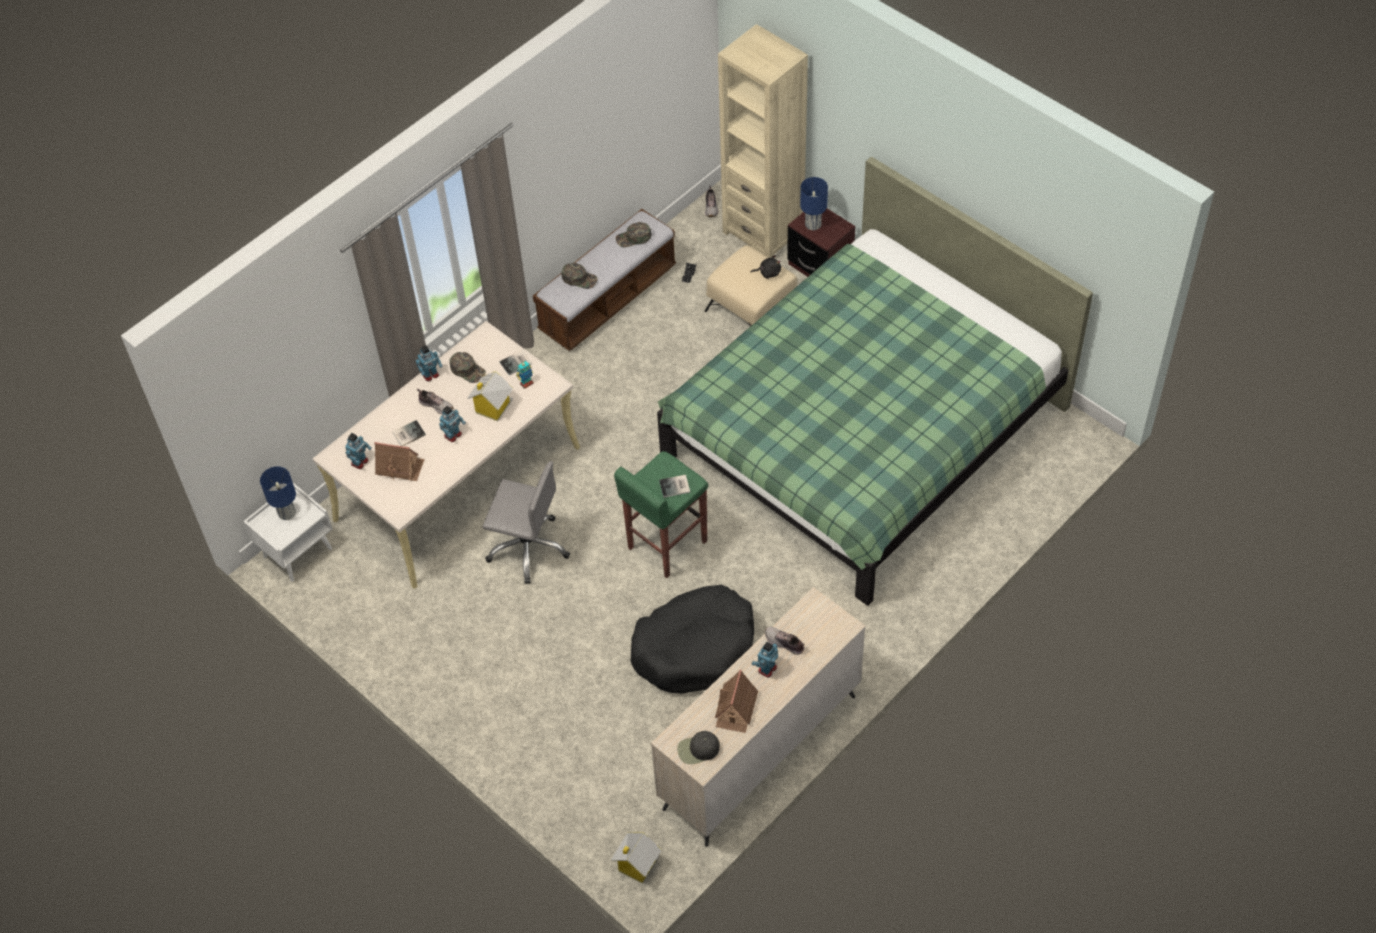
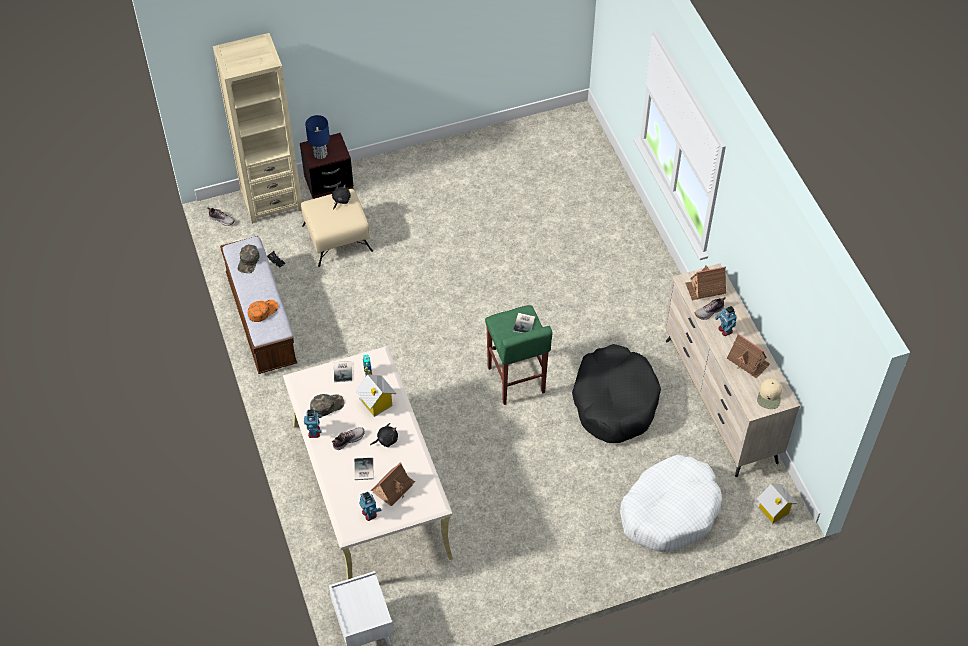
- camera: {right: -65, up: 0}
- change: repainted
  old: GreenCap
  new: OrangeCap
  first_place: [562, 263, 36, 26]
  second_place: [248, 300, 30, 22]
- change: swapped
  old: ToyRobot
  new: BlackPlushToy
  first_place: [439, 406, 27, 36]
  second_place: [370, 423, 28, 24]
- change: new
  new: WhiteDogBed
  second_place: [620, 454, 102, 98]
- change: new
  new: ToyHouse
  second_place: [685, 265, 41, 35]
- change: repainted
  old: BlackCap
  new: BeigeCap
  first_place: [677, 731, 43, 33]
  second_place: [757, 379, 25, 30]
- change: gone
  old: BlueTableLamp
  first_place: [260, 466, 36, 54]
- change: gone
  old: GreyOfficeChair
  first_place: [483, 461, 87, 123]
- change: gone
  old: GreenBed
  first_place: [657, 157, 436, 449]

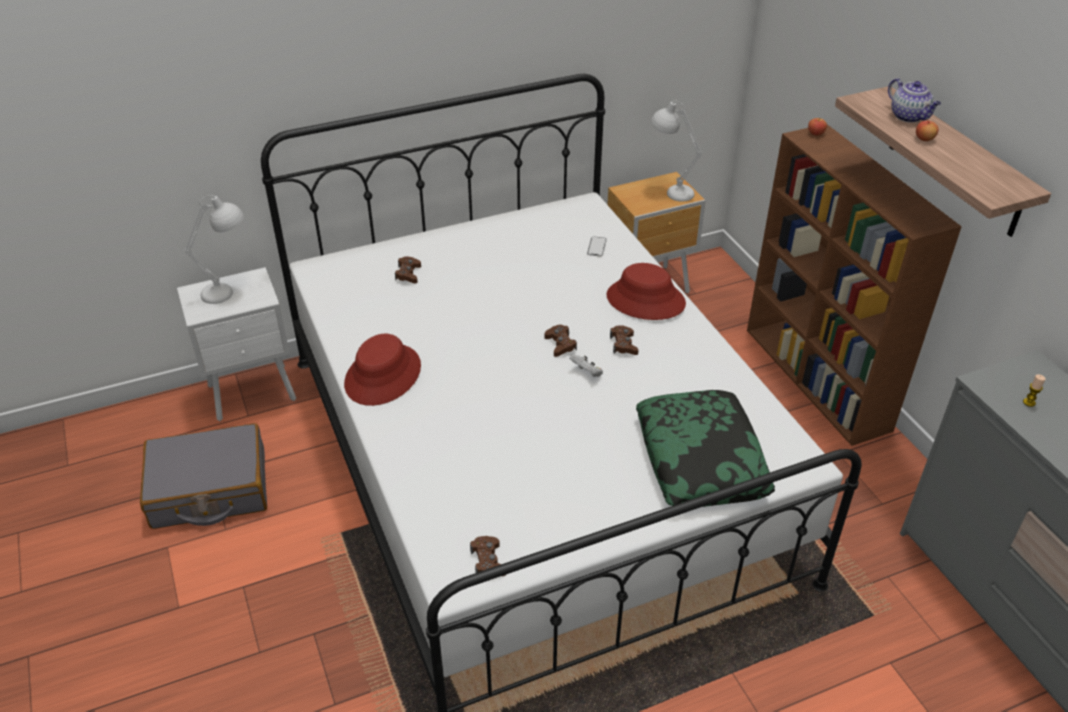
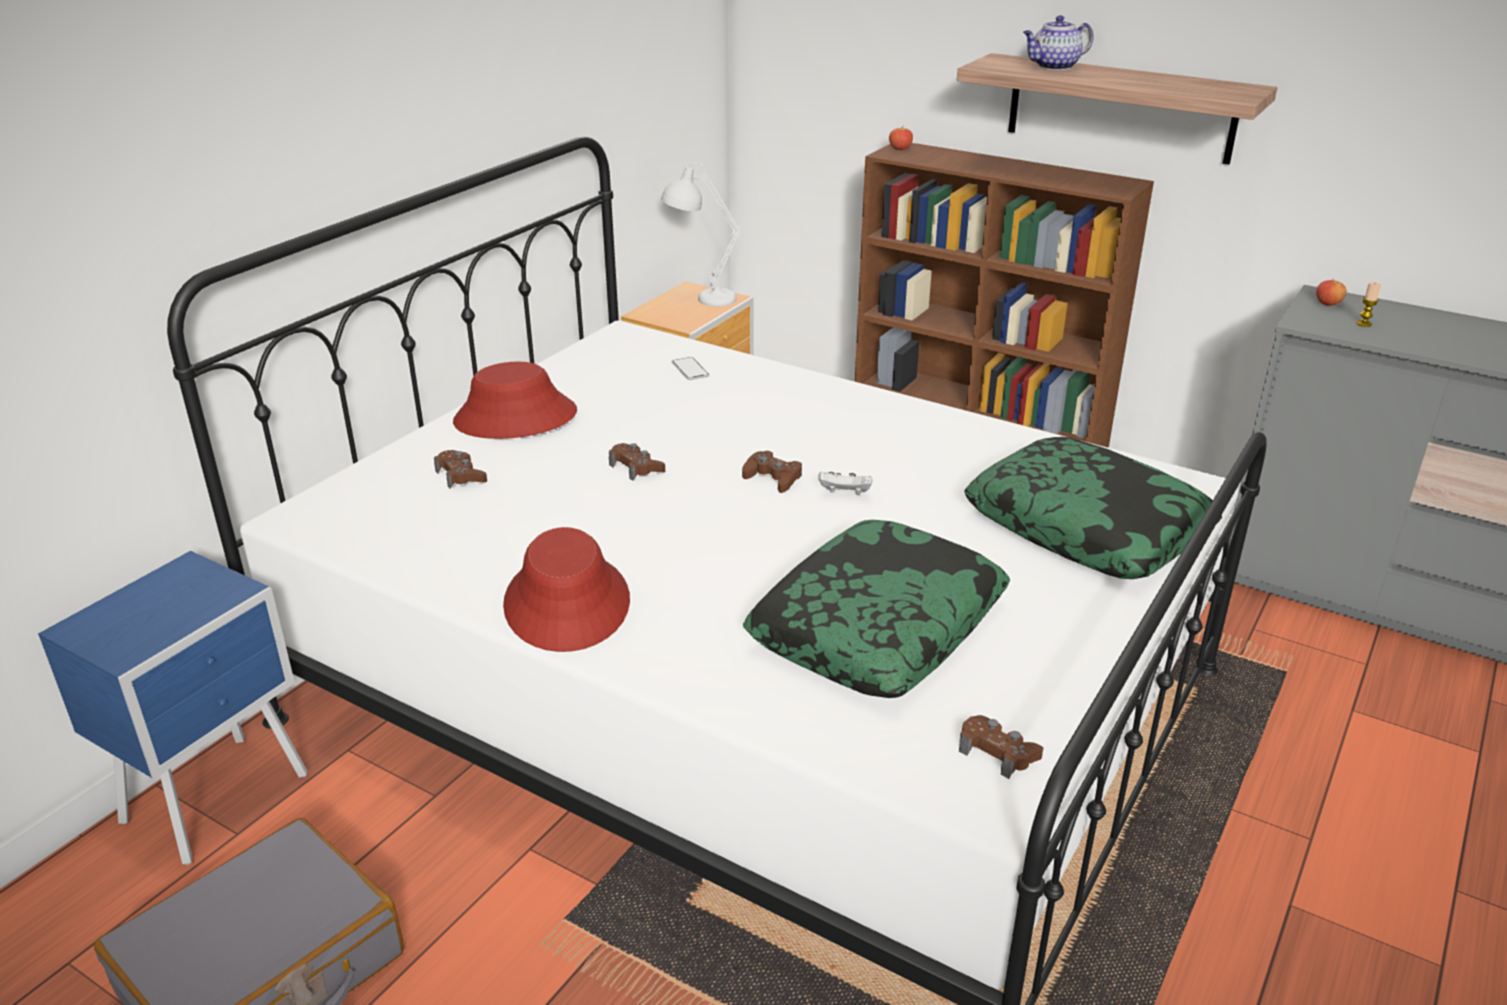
- camera: {right: -35, up: -10}
- change: repainted
  old: WhiteNightstand
  new: BlueNightstand
  first_place: [177, 267, 119, 154]
  second_place: [38, 551, 269, 314]
- change: shifted
  old: RedHat
  first_place: [606, 263, 80, 57]
  second_place: [453, 362, 124, 77]
- change: shifted
  old: BrownGameController
  first_place: [610, 325, 28, 30]
  second_place: [609, 443, 56, 38]
- change: new
  new: Pillow
  second_place: [743, 520, 267, 178]
- change: rotated
  old: Teapot
  first_place: [888, 78, 53, 45]
  second_place: [1023, 15, 71, 55]
  degrees: 135
- change: shifted
  old: Apple
  first_place: [916, 120, 23, 21]
  second_place: [1316, 279, 30, 27]
- change: gone
  old: WhiteTableLamp
  first_place: [184, 195, 60, 109]

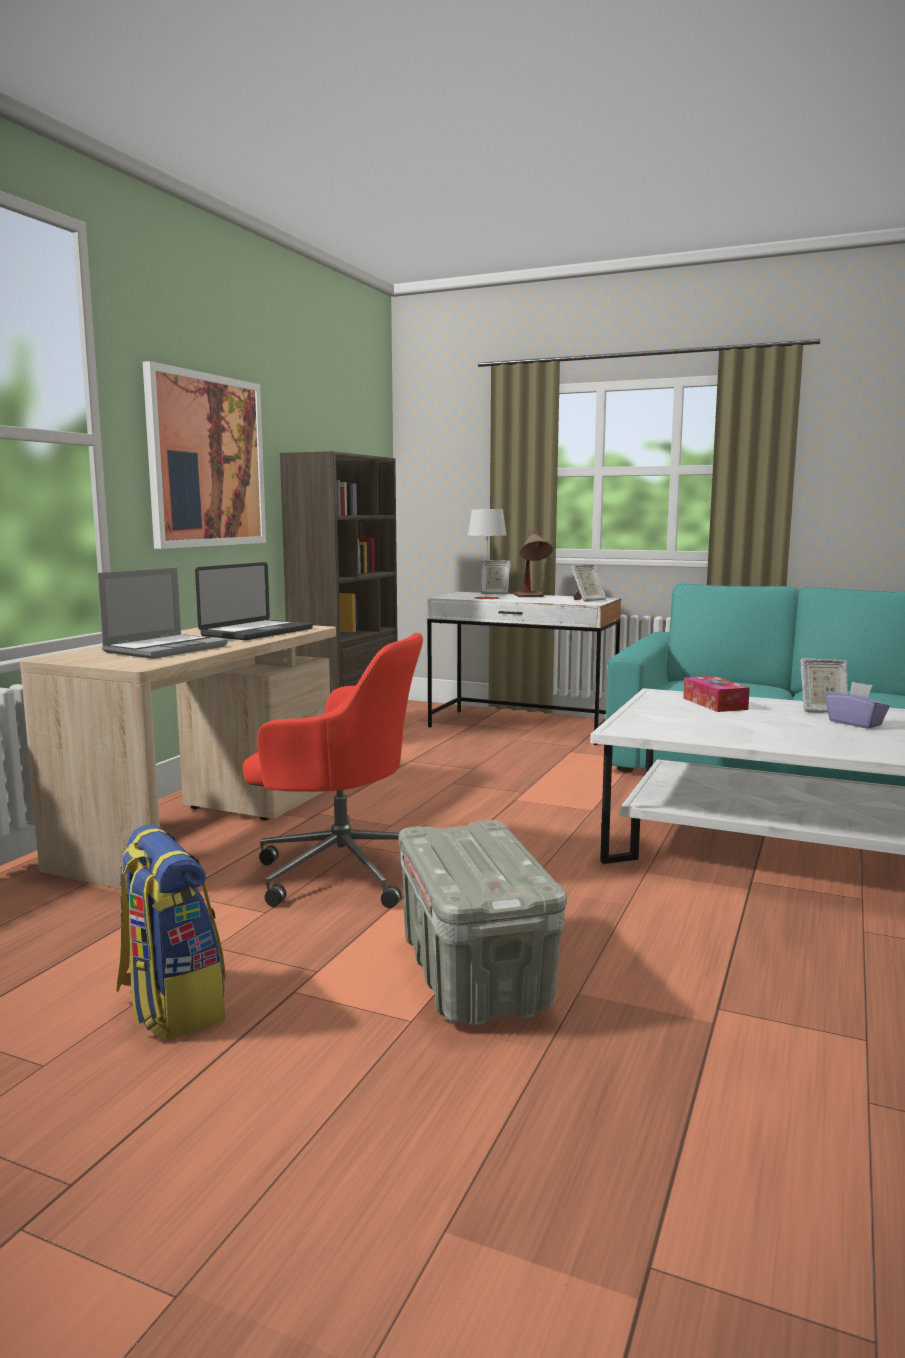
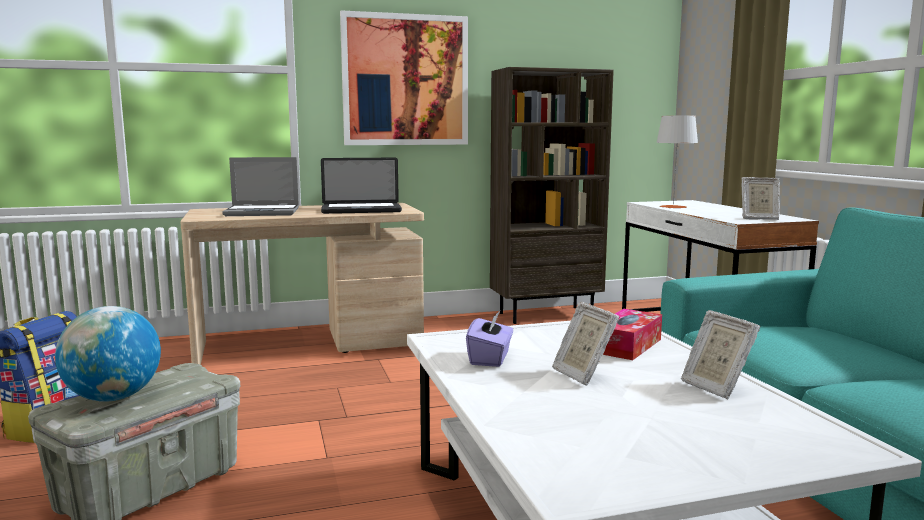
- camera: {right: 50, up: 0}
- change: new
  new: Globe
  second_place: [55, 306, 106, 96]
- change: shifted
  old: PurpleTissueBox
  first_place: [825, 682, 65, 47]
  second_place: [466, 311, 47, 56]
- change: shifted
  old: PictureFrame
  first_place: [481, 560, 30, 34]
  second_place: [552, 302, 68, 84]
- change: gone
  old: RedOfficeChair
  first_place: [243, 633, 180, 275]
- change: gone
  old: TableLamp
  first_place: [514, 527, 39, 70]

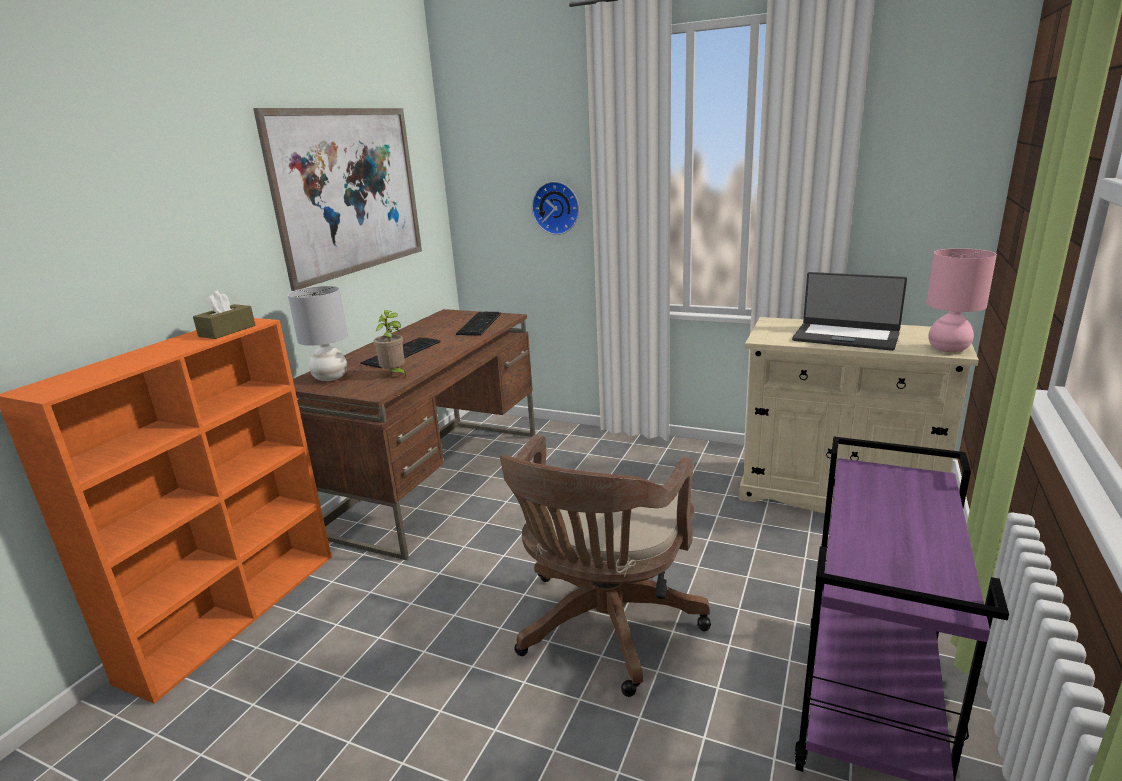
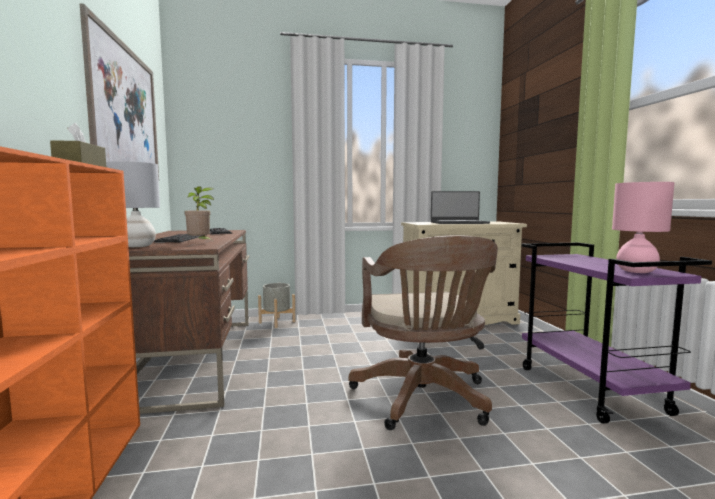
- camera: {right: -35, up: -15}
- change: new
  new: GreyPlanter
  second_place: [258, 283, 38, 45]
- change: shifted
  old: PinkTableLamp
  first_place: [926, 248, 71, 104]
  second_place: [612, 182, 63, 91]
- change: gone
  old: WallClock
  first_place: [532, 181, 47, 54]

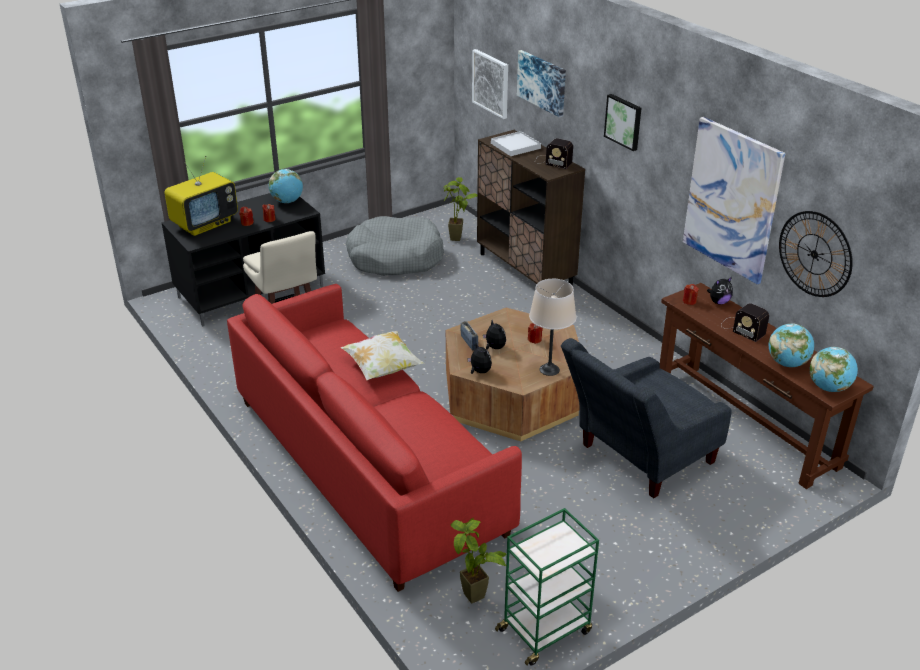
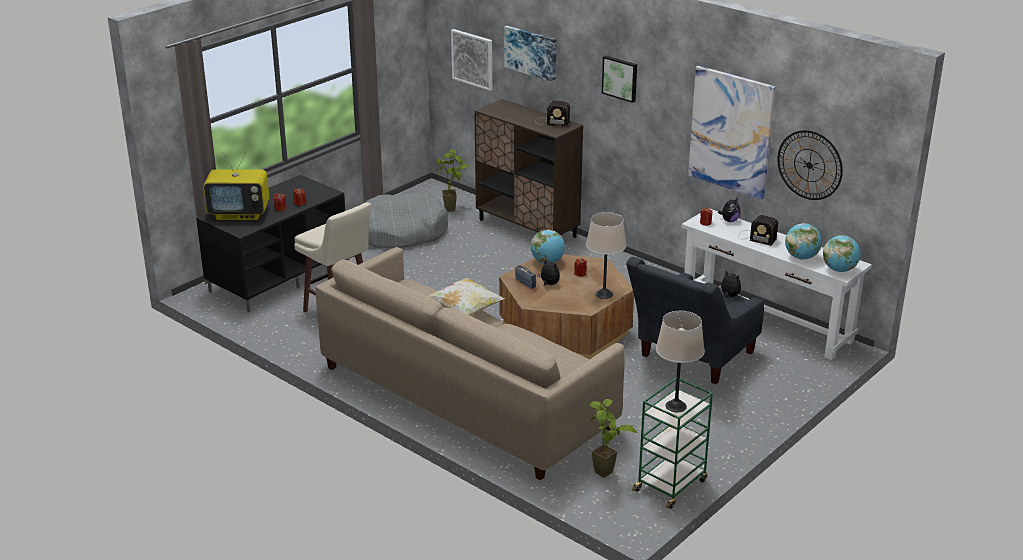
- camera: {right: -15, up: -5}
- change: rotated
  old: Television
  first_place: [164, 156, 74, 80]
  second_place: [203, 151, 66, 69]
  degrees: 60
- change: repainted
  old: RedSofa
  new: BeigeSofa
  first_place: [227, 284, 295, 308]
  second_place: [315, 247, 310, 233]
- change: shifted
  old: Globe
  first_place: [269, 169, 34, 34]
  second_place: [531, 230, 34, 34]
- change: new
  new: BeigeTableLamp
  second_place: [656, 311, 49, 101]
- change: repainted
  old: BrownConsoleTable
  new: WhiteConsoleTable
  first_place: [660, 283, 214, 206]
  second_place: [682, 208, 190, 152]
- change: shifted
  old: PlushToy
  first_place: [468, 344, 24, 30]
  second_place: [718, 270, 23, 27]
- change: gone
  old: WhiteTray
  first_place: [491, 131, 50, 25]

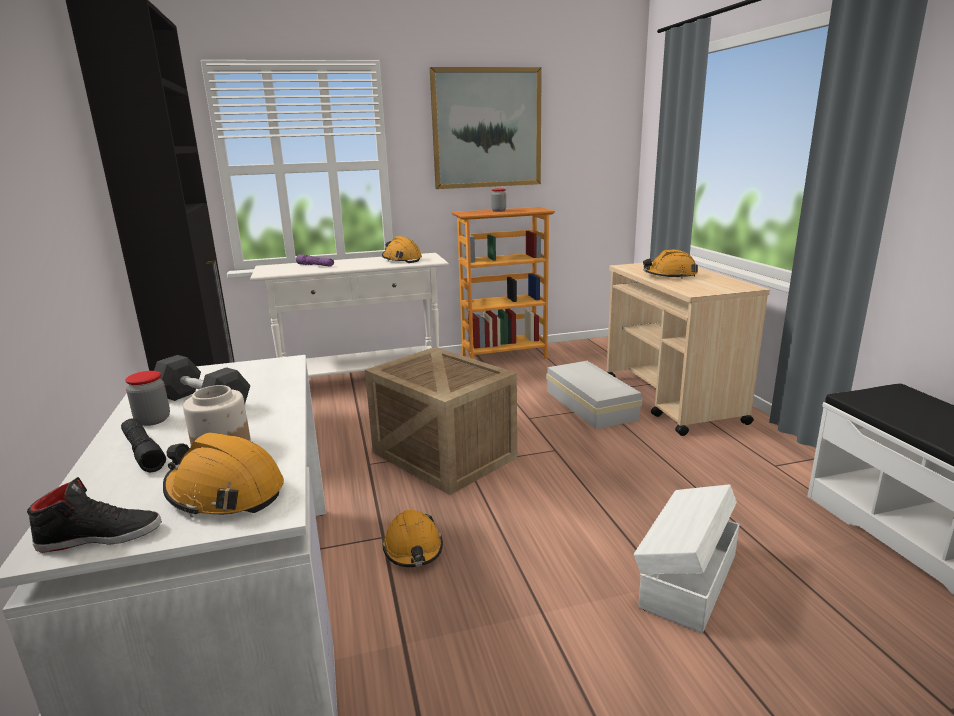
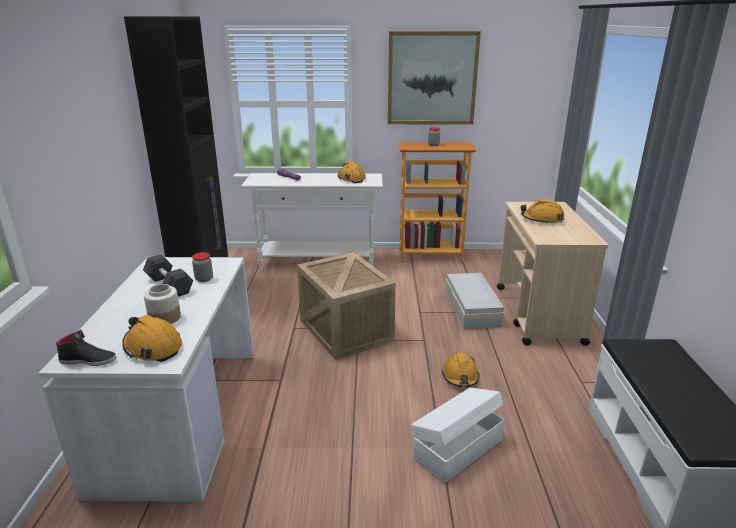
- camera: {right: 15, up: 5}
- change: shifted
  old: Jar
  first_place: [125, 371, 45, 55]
  second_place: [192, 252, 21, 30]
- change: shifted
  old: OrangeHardHat
  first_place: [382, 510, 61, 57]
  second_place: [442, 352, 37, 35]
- change: gone
  old: BlackFlashlight
  first_place: [121, 418, 45, 54]

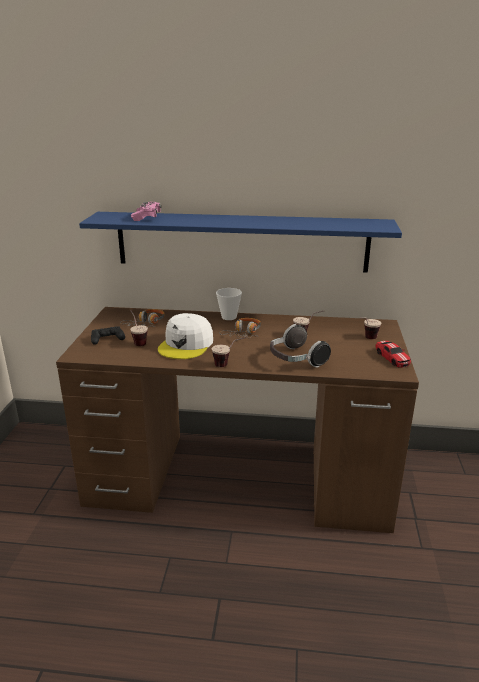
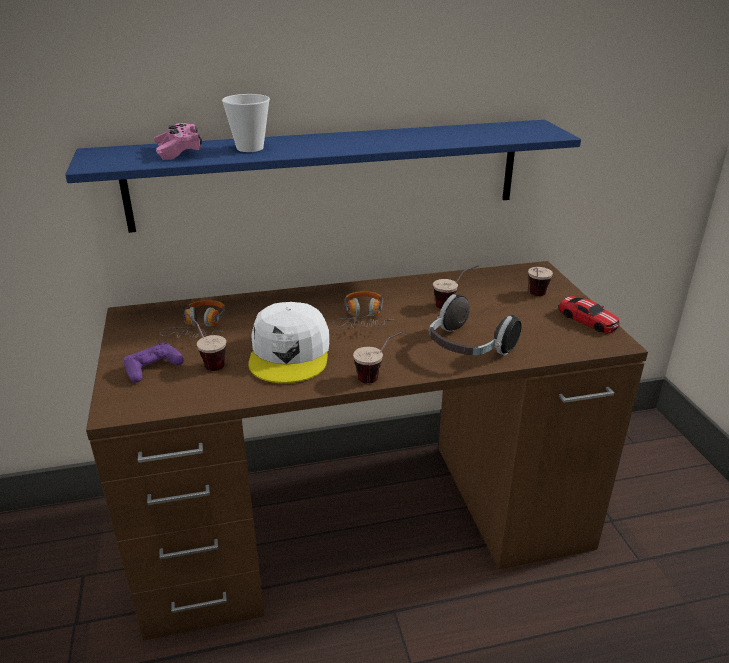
- camera: {right: -20, up: 5}
- change: repainted
  old: BlackGameController
  new: PurpleGameController
  first_place: [91, 326, 34, 19]
  second_place: [124, 342, 60, 41]
- change: shifted
  old: Cup
  first_place: [216, 288, 26, 32]
  second_place: [222, 94, 48, 58]

